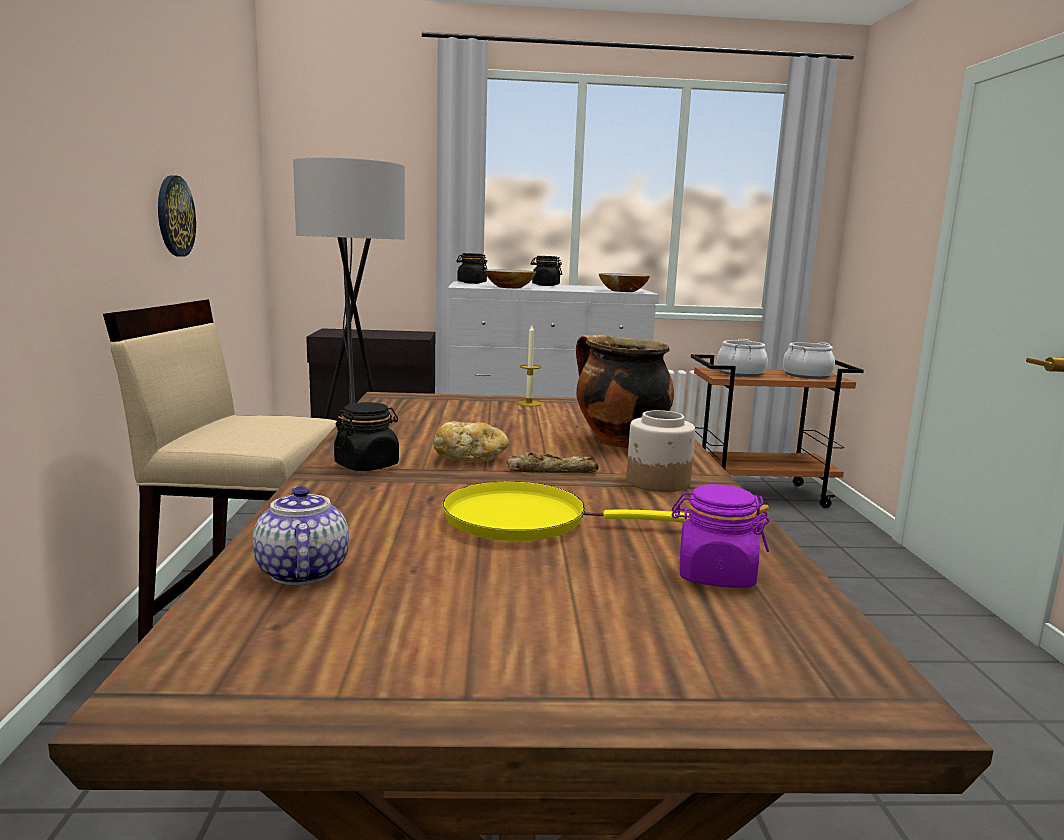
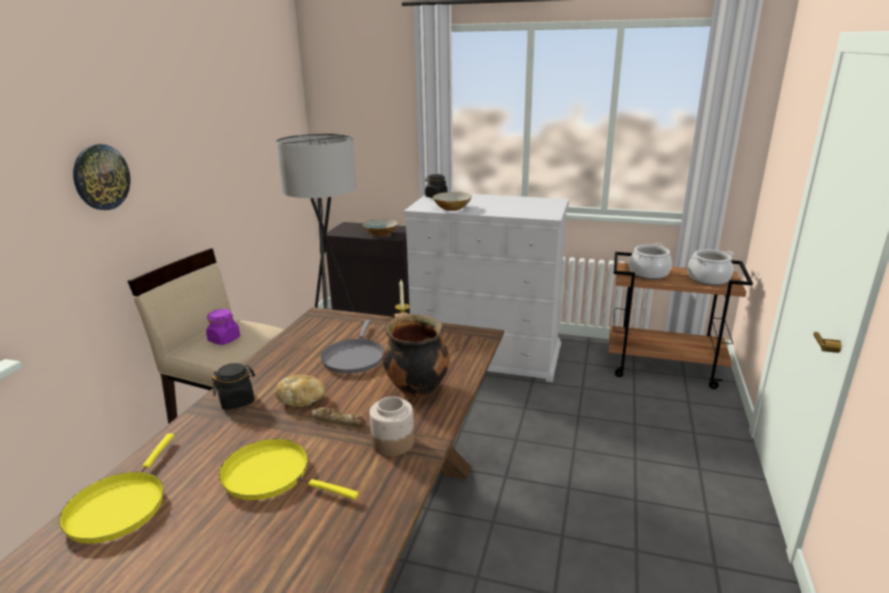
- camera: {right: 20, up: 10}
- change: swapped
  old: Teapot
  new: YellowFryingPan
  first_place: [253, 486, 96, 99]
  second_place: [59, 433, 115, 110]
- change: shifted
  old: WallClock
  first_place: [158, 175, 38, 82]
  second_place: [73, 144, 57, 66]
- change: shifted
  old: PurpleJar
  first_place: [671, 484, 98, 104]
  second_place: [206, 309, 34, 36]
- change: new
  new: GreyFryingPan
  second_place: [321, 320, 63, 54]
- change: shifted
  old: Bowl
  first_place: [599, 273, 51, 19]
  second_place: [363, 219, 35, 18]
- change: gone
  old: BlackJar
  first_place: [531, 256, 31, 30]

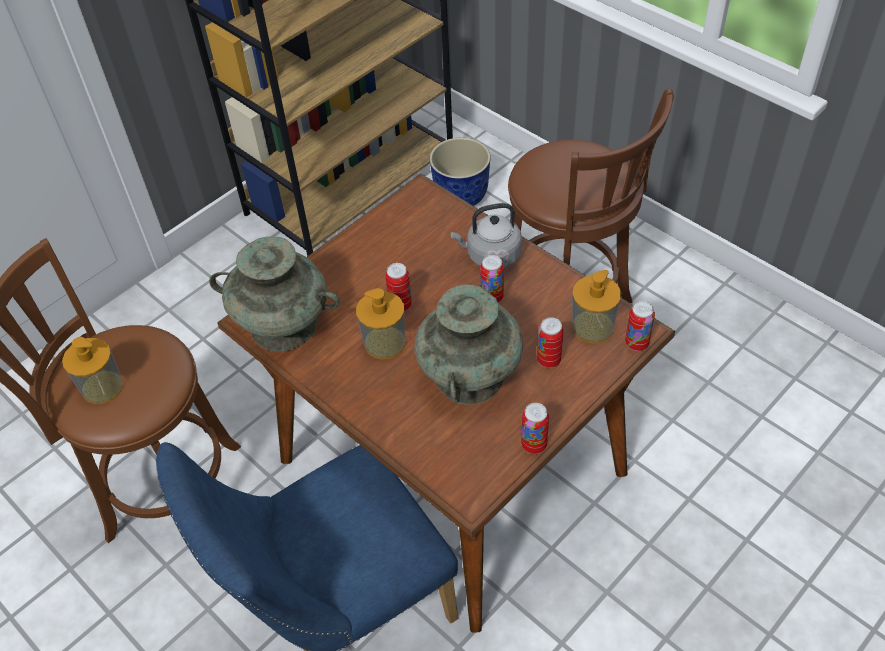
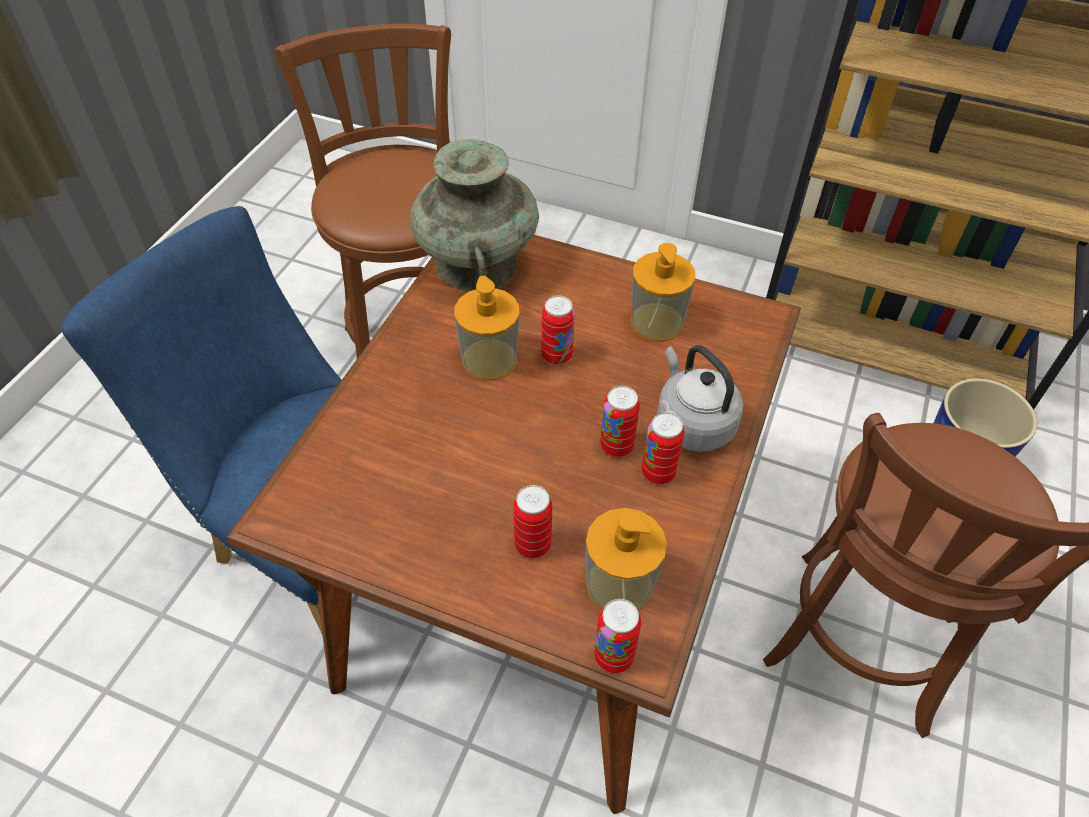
- camera: {right: 65, up: 0}
- change: shifted
  old: SoapDispenser
  first_place: [62, 337, 61, 67]
  second_place: [631, 243, 65, 99]
- change: shifted
  old: Can
  first_place: [521, 403, 28, 51]
  second_place: [642, 412, 42, 73]
- change: gone
  old: TurquoiseVase
  first_place: [414, 284, 110, 120]

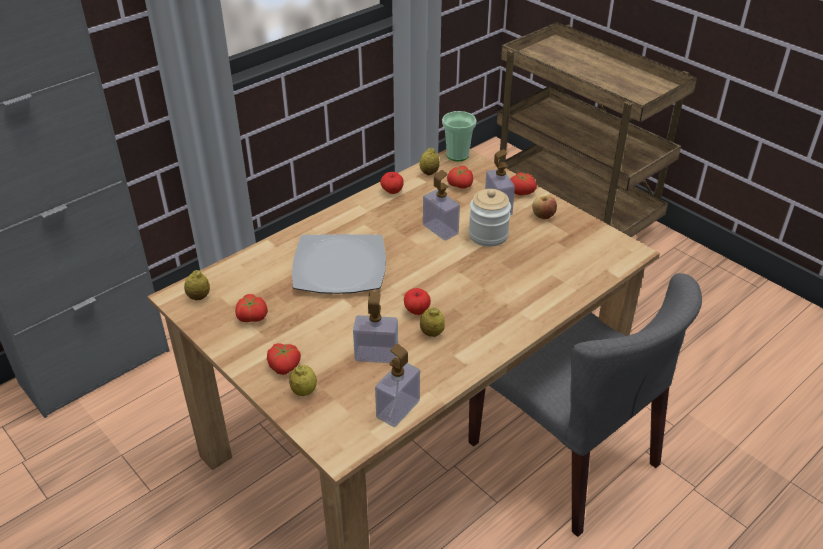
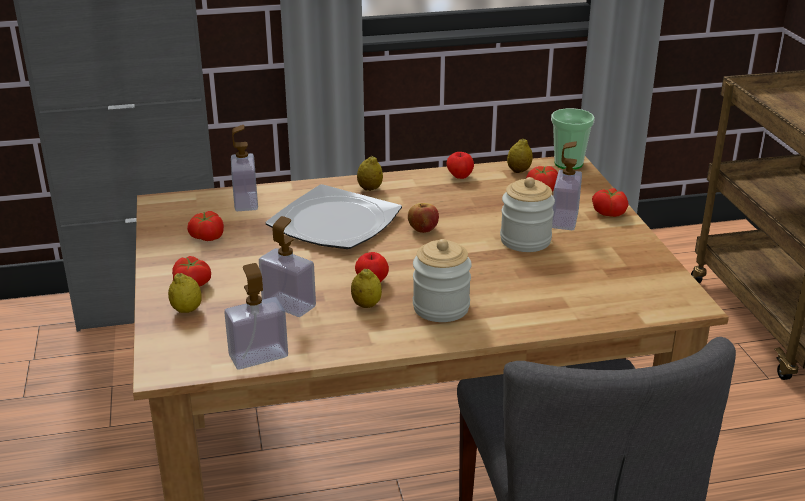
- camera: {right: 30, up: -10}
- change: shifted
  old: SoapDispenser
  first_place: [423, 170, 37, 70]
  second_place: [231, 125, 27, 86]
- change: shifted
  old: Lemon
  first_place: [184, 270, 26, 30]
  second_place: [357, 156, 26, 35]
- change: shifted
  old: Apple
  first_place: [532, 196, 25, 23]
  second_place: [408, 203, 31, 30]
- change: new
  new: Jar
  second_place: [413, 239, 59, 83]

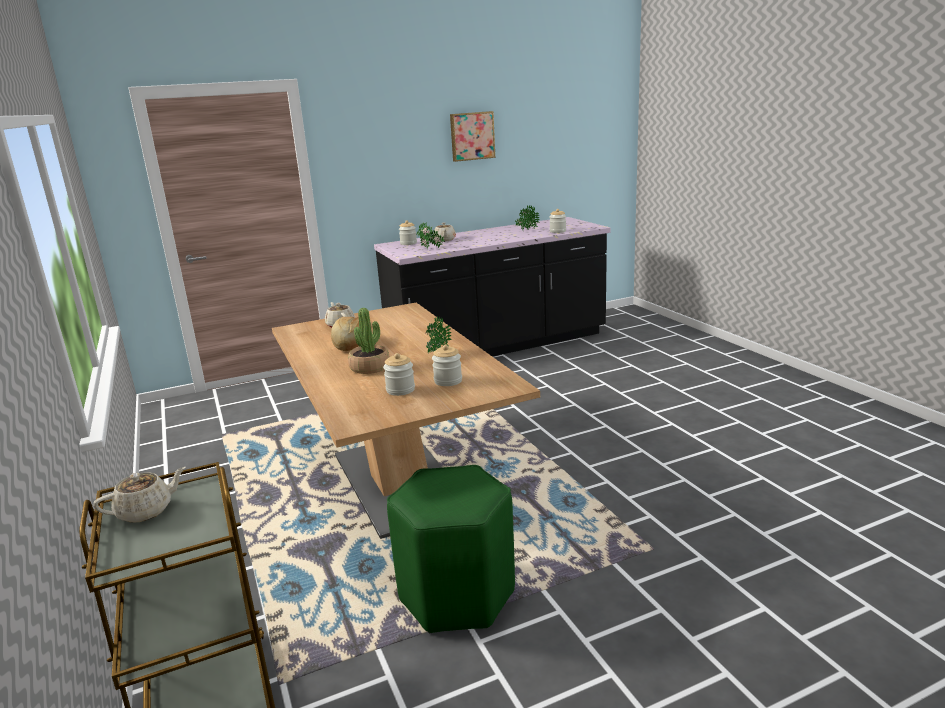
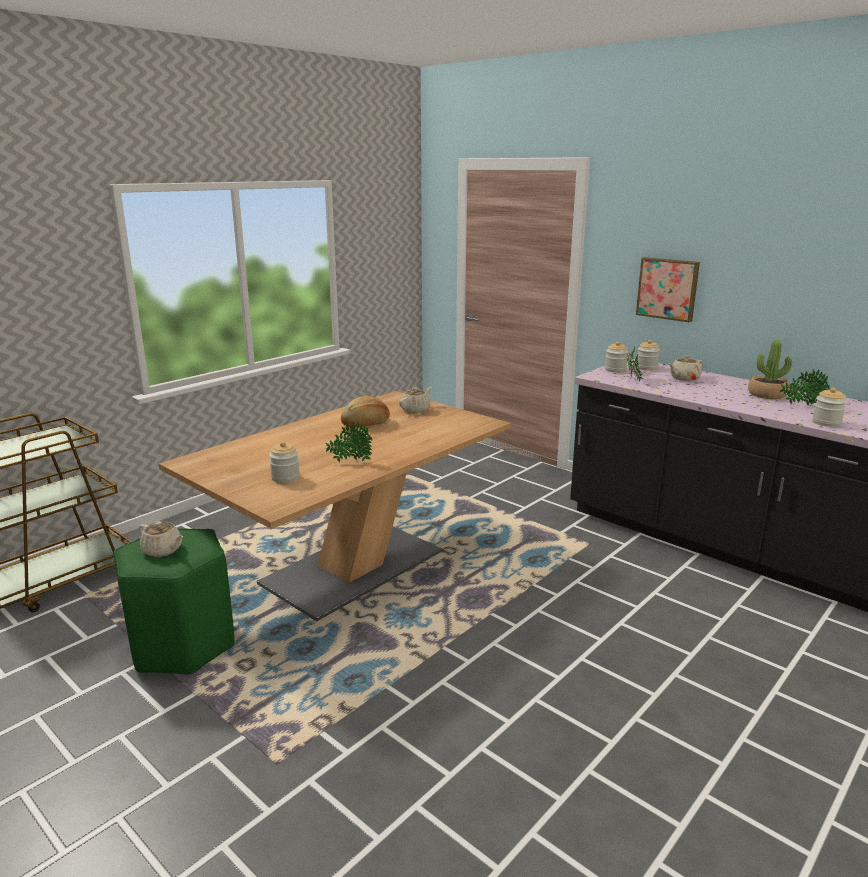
- camera: {right: 65, up: 0}
- change: shifted
  old: BeigeTeapot
  first_place: [93, 467, 93, 56]
  second_place: [139, 521, 44, 36]
- change: shifted
  old: Jar
  first_place: [383, 353, 32, 43]
  second_place: [605, 342, 23, 31]
- change: shifted
  old: Picture
  first_place: [450, 111, 45, 51]
  second_place: [636, 257, 64, 65]
- change: shifted
  old: PottedPlant
  first_place: [348, 308, 42, 66]
  second_place: [748, 340, 44, 59]

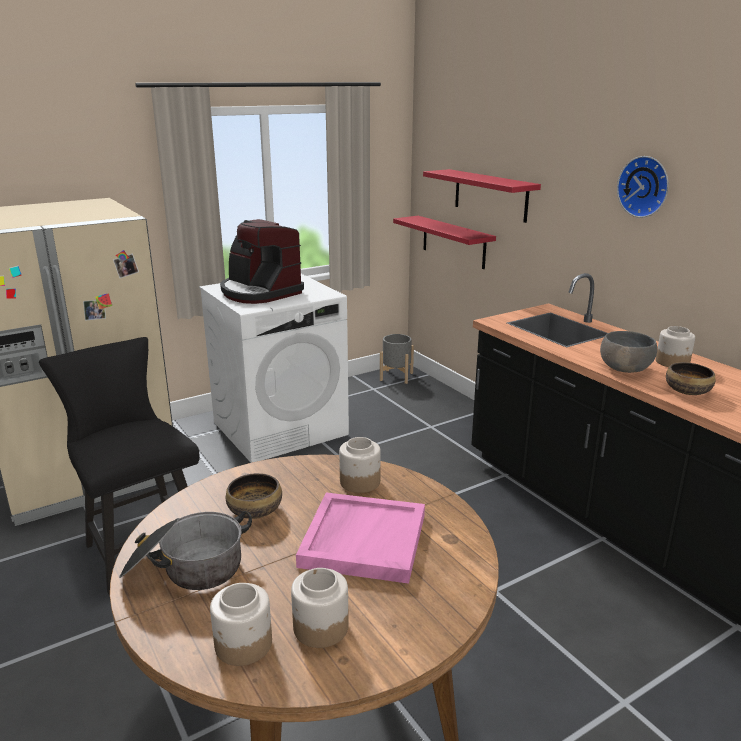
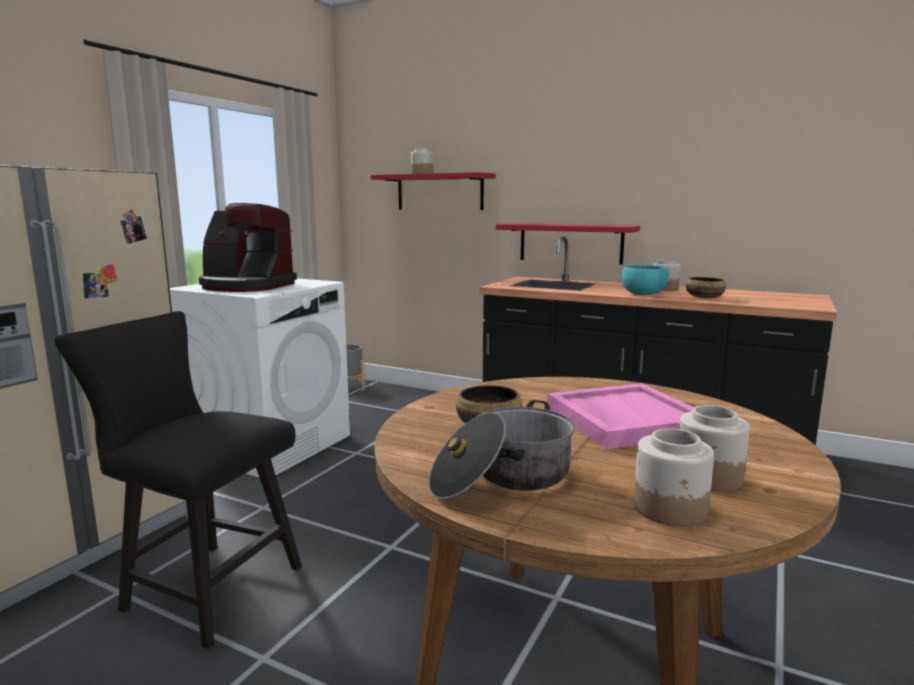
- camera: {right: -30, up: -10}
- change: shifted
  old: Jar
  first_place: [339, 437, 42, 56]
  second_place: [411, 148, 22, 26]
- change: shifted
  old: RedShelf
  first_place: [393, 216, 103, 53]
  second_place: [496, 223, 144, 42]
- change: repainted
  old: GreyBowl
  new: TurquoiseBowl
  first_place: [600, 331, 57, 42]
  second_place: [621, 265, 48, 30]
- change: gone
  old: WallClock
  first_place: [617, 156, 52, 62]

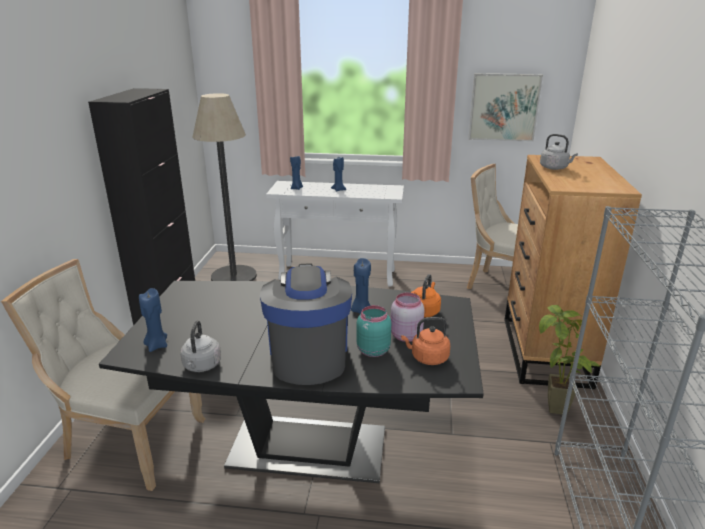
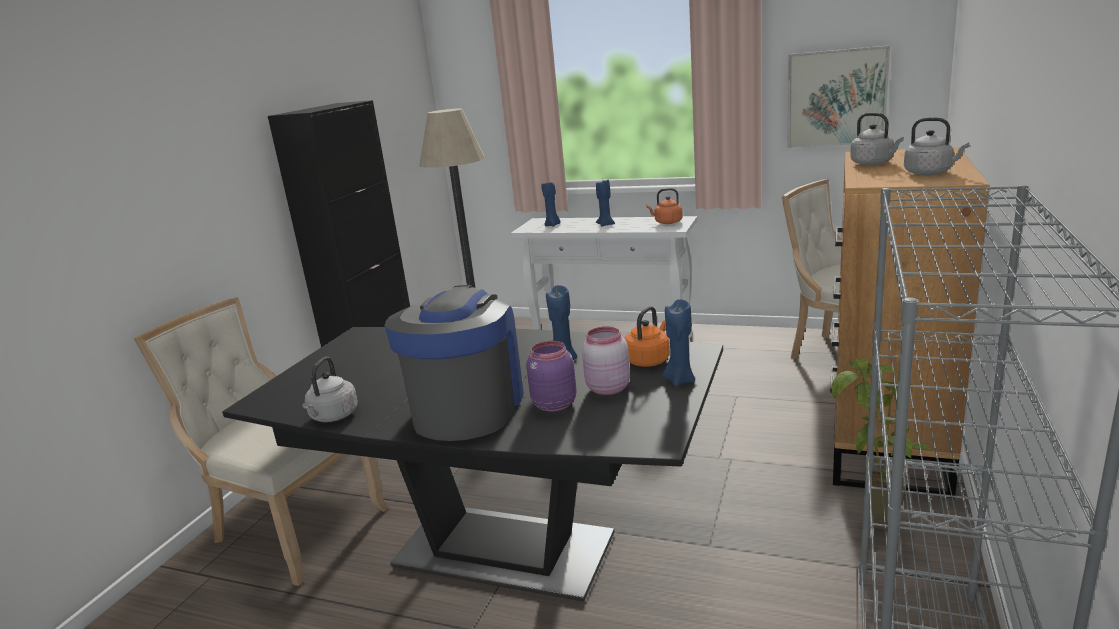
- camera: {right: 15, up: -5}
- change: repainted
  old: TurquoiseJar
  new: PurpleJar
  first_place: [357, 305, 34, 52]
  second_place: [526, 341, 51, 70]
- change: shifted
  old: OrangeKettle
  first_place: [401, 317, 49, 48]
  second_place: [646, 188, 37, 36]
- change: shifted
  old: BlueCandle
  first_place: [139, 288, 28, 64]
  second_place: [663, 299, 32, 87]
- change: new
  new: GreyKettle
  second_place: [904, 117, 65, 58]

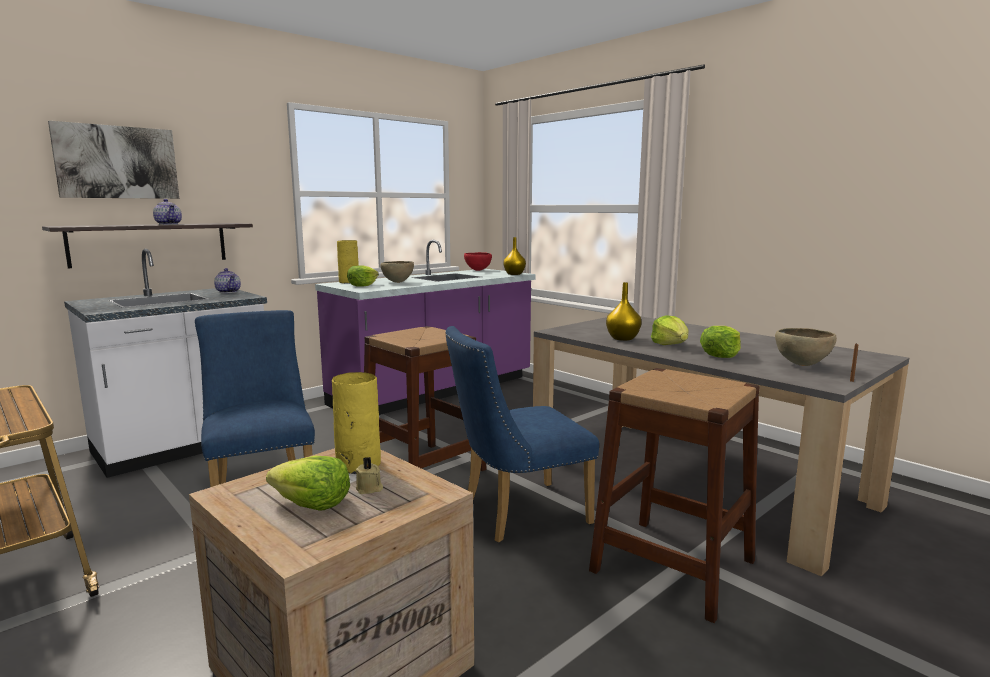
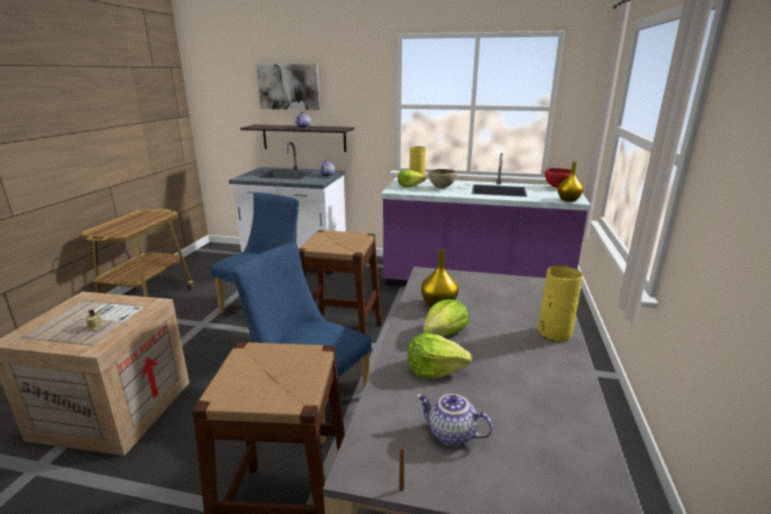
- camera: {right: 55, up: 10}
- change: swapped
  old: BrownBowl
  new: Teapot
  first_place: [775, 328, 62, 38]
  second_place: [417, 393, 76, 53]
- change: shifted
  old: YellowVase
  first_place: [332, 372, 49, 102]
  second_place: [538, 266, 45, 76]
- change: gone
  old: Lettuce
  first_place: [266, 456, 84, 55]

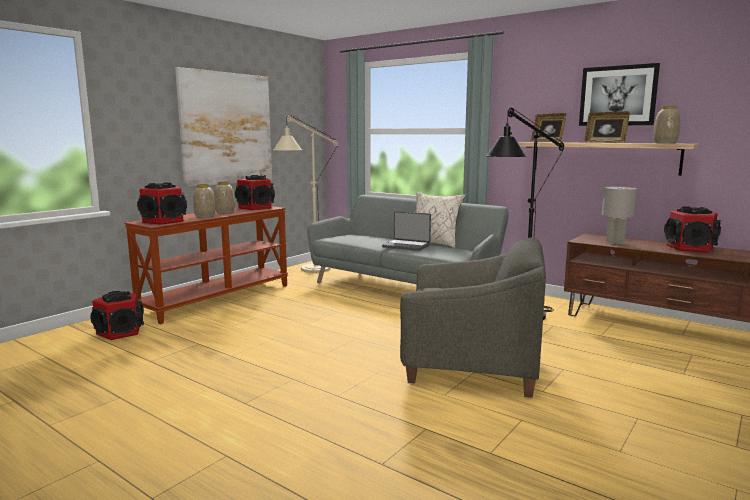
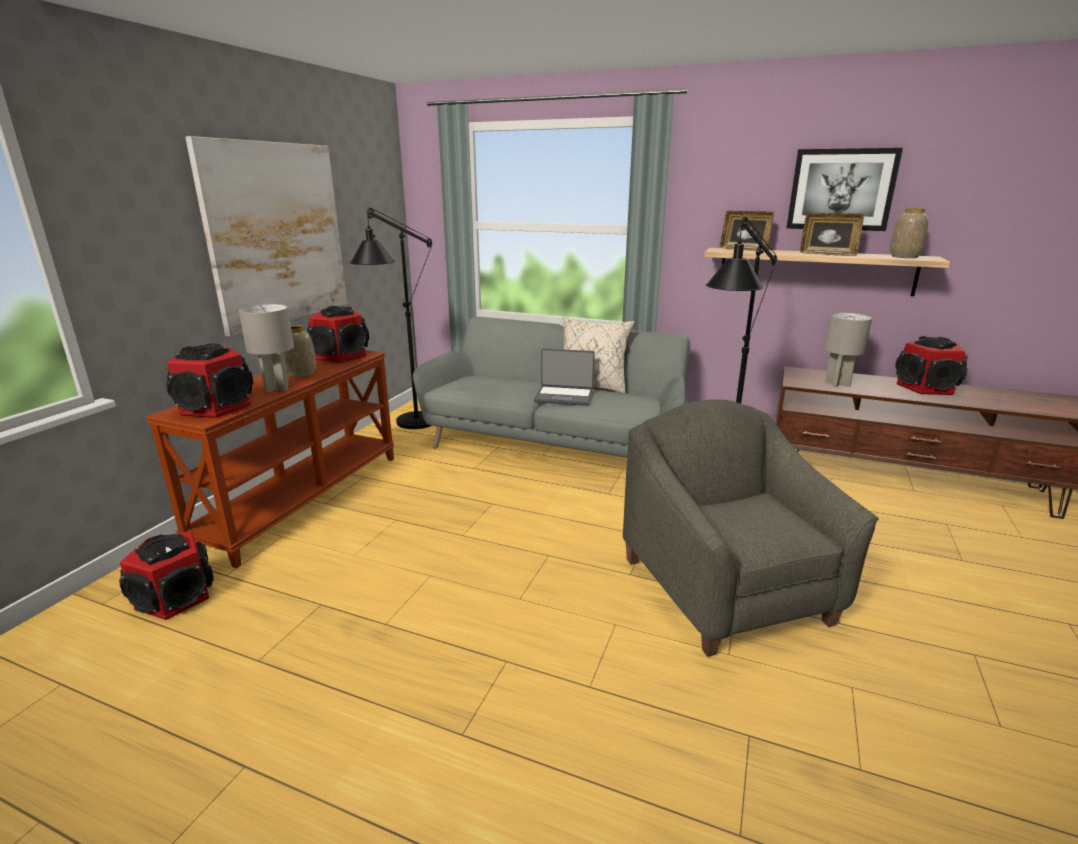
- camera: {right: -15, up: 10}
- change: swapped
  old: Vase
  new: GreyTableLamp
  first_place: [193, 184, 22, 34]
  second_place: [239, 304, 55, 89]
- change: repainted
  old: BeigeFloorLamp
  new: BlackFloorLamp
  first_place: [274, 115, 64, 158]
  second_place: [350, 208, 82, 221]
- change: rotated
  old: GreyArmchair
  first_place: [400, 238, 146, 160]
  second_place: [623, 399, 256, 258]
  degrees: -105

